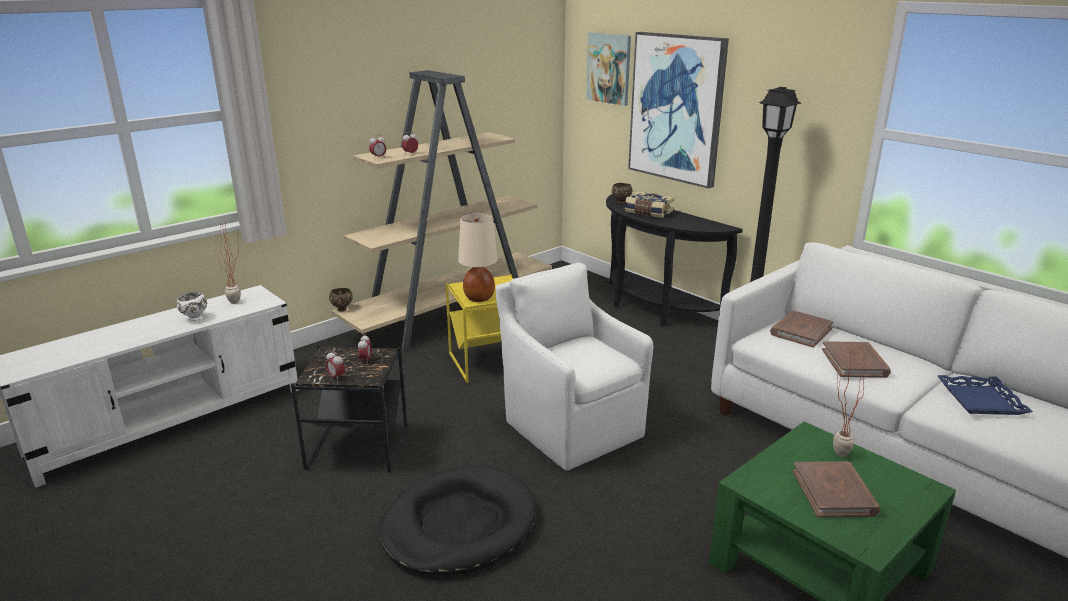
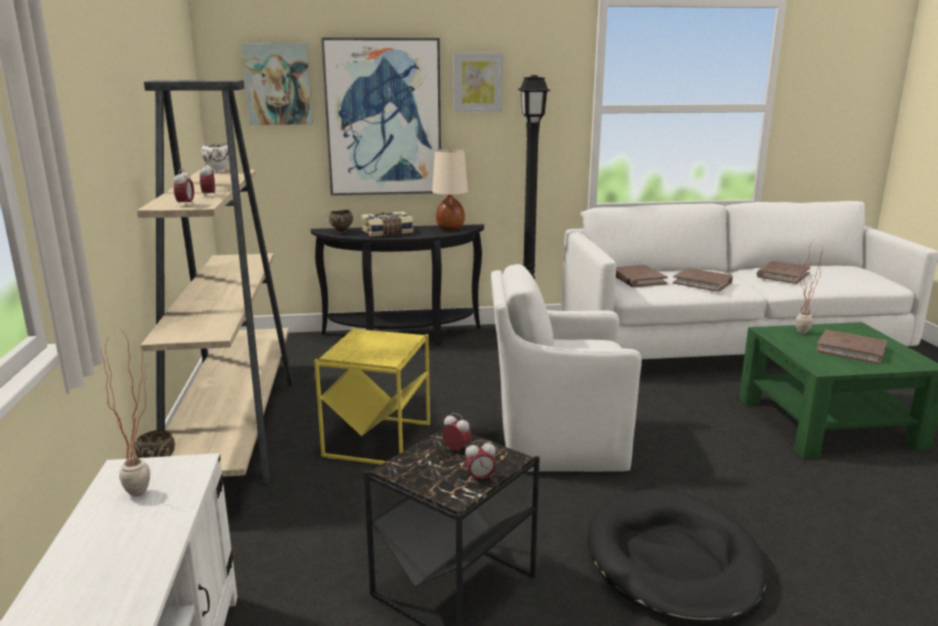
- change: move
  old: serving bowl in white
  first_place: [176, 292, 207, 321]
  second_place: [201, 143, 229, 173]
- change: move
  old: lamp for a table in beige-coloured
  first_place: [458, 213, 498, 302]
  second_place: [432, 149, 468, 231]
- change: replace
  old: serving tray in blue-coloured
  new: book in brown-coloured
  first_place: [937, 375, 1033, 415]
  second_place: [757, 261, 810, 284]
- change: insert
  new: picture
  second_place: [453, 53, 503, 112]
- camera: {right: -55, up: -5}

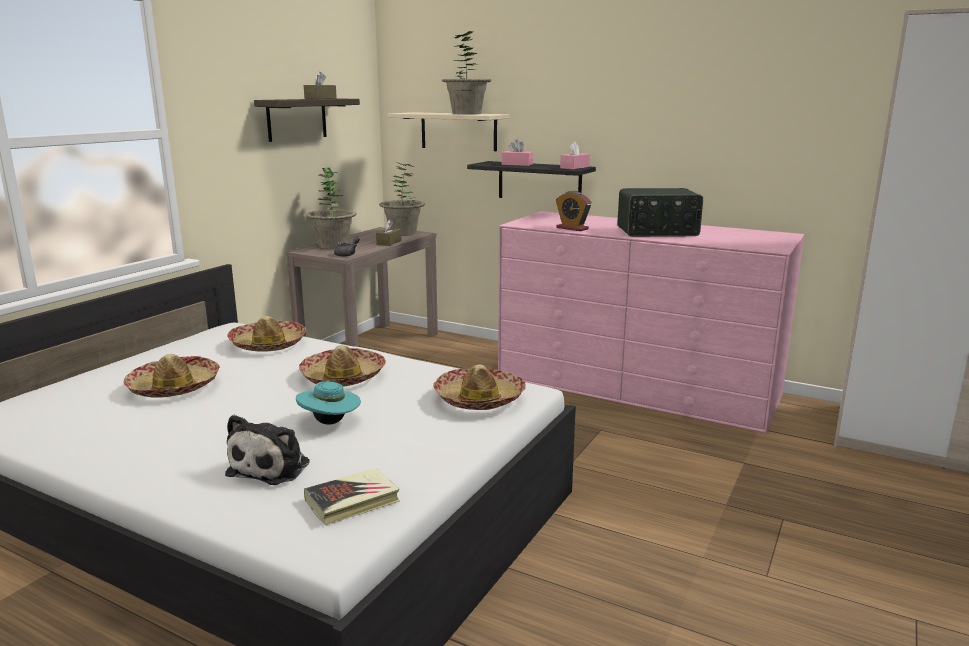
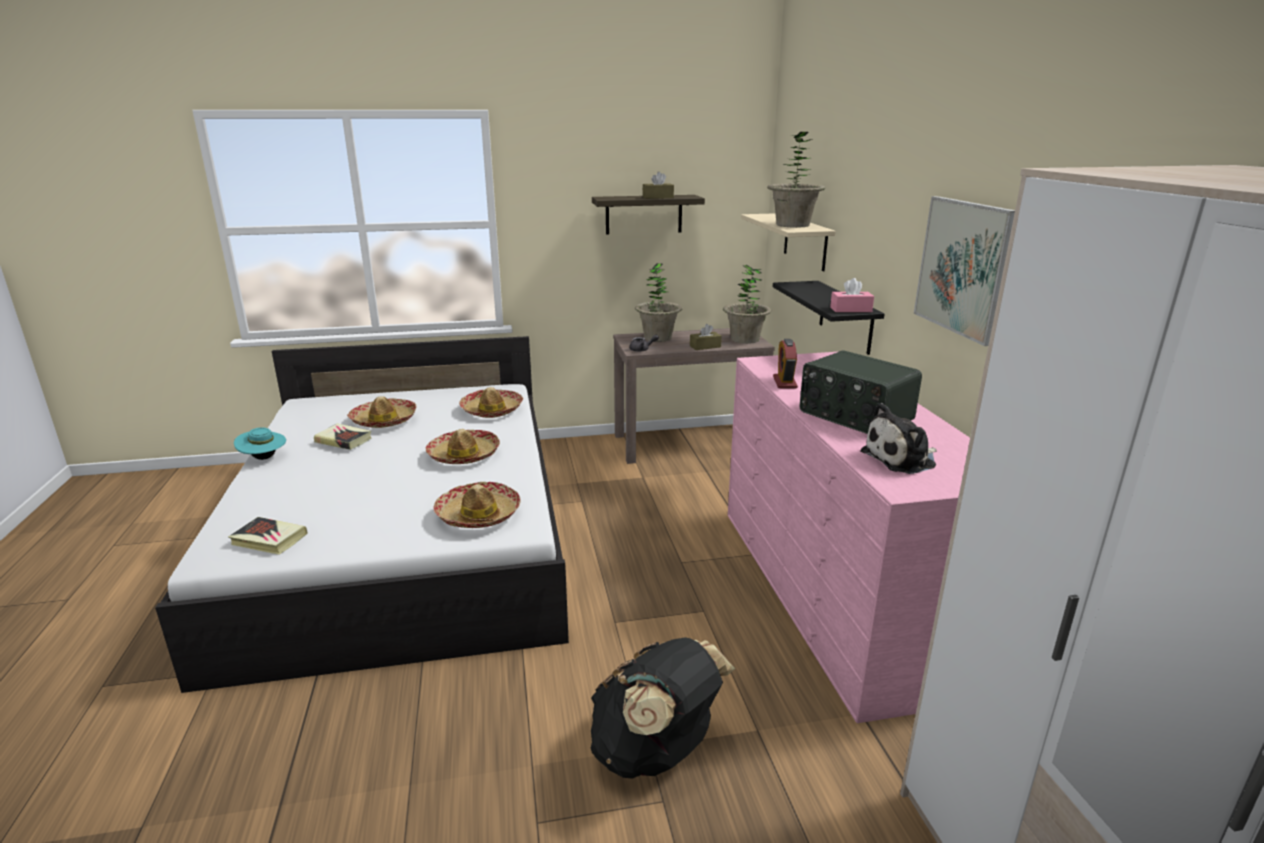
- change: move
  old: plush toy
  first_place: [225, 415, 310, 485]
  second_place: [860, 403, 937, 474]
- change: move
  old: wearable hat in turquoise-coloured
  first_place: [296, 381, 361, 425]
  second_place: [234, 427, 286, 460]
- change: delete
  old: tissue holder in pink-coloured
  first_place: [501, 140, 533, 166]
- change: insert
  new: book
  second_place: [314, 423, 372, 450]
- change: insert
  new: rucksack in blackish
  second_place: [591, 637, 735, 779]
- change: insert
  new: picture
  second_place: [914, 196, 1015, 346]
- camera: {right: 50, up: 5}

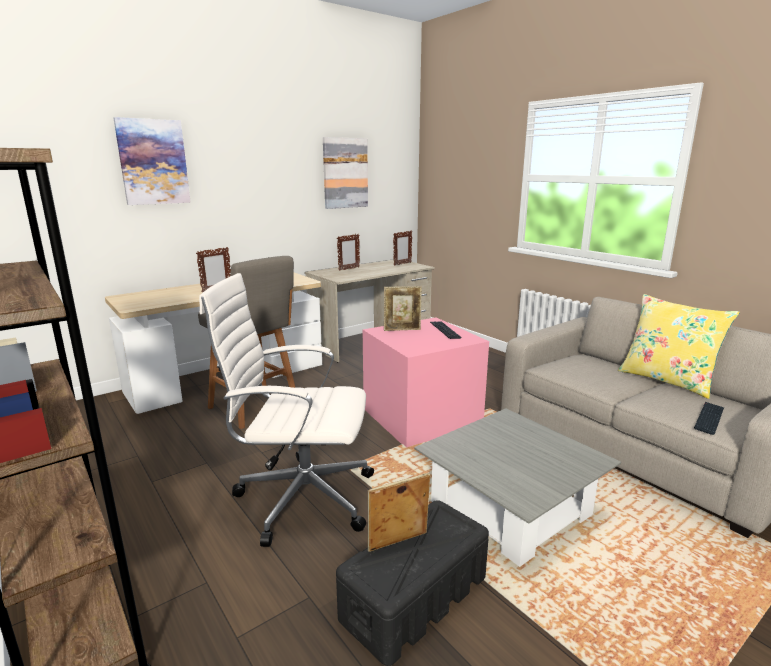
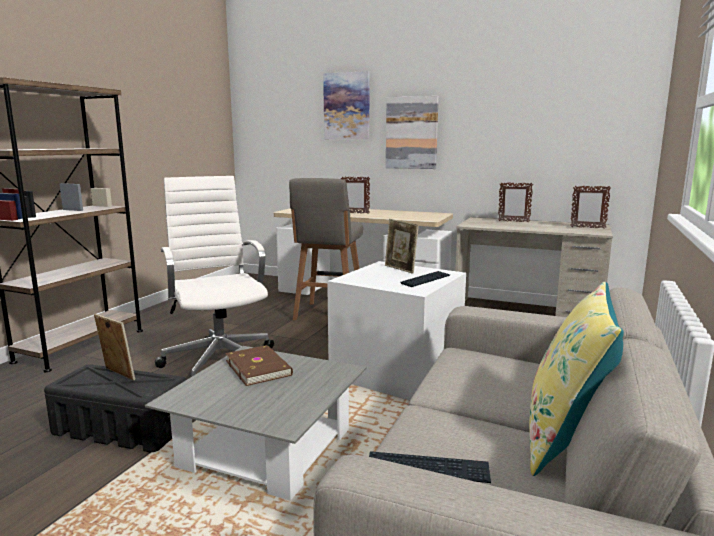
- change: move
  old: picture
  first_place: [323, 137, 368, 209]
  second_place: [386, 96, 439, 169]
- change: recolor
  old: storage container in pink-coloured
  new: storage container in white
  first_place: [363, 317, 489, 447]
  second_place: [327, 261, 466, 400]
- change: insert
  new: book in brown-coloured
  second_place: [226, 345, 293, 386]
- camera: {right: 60, up: -5}

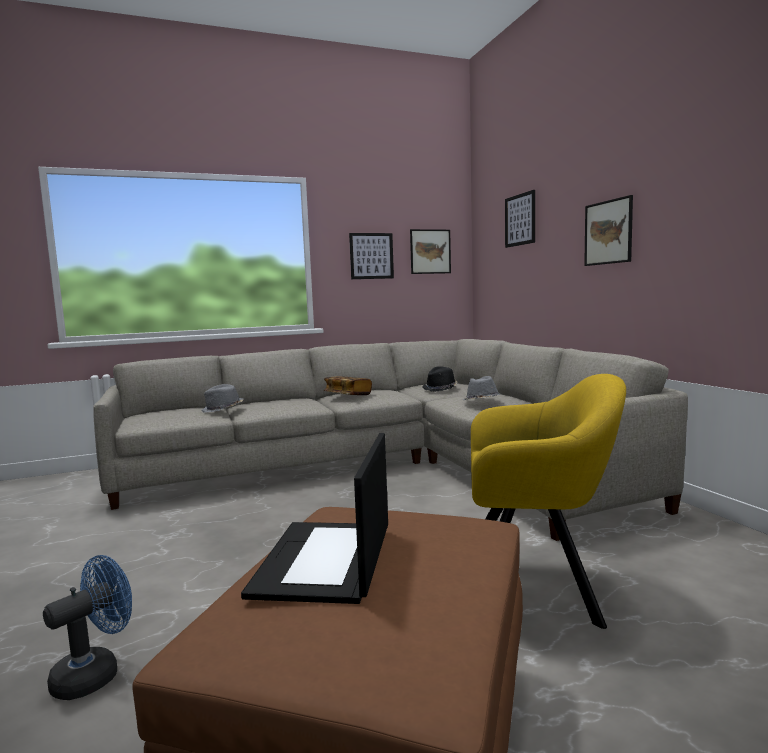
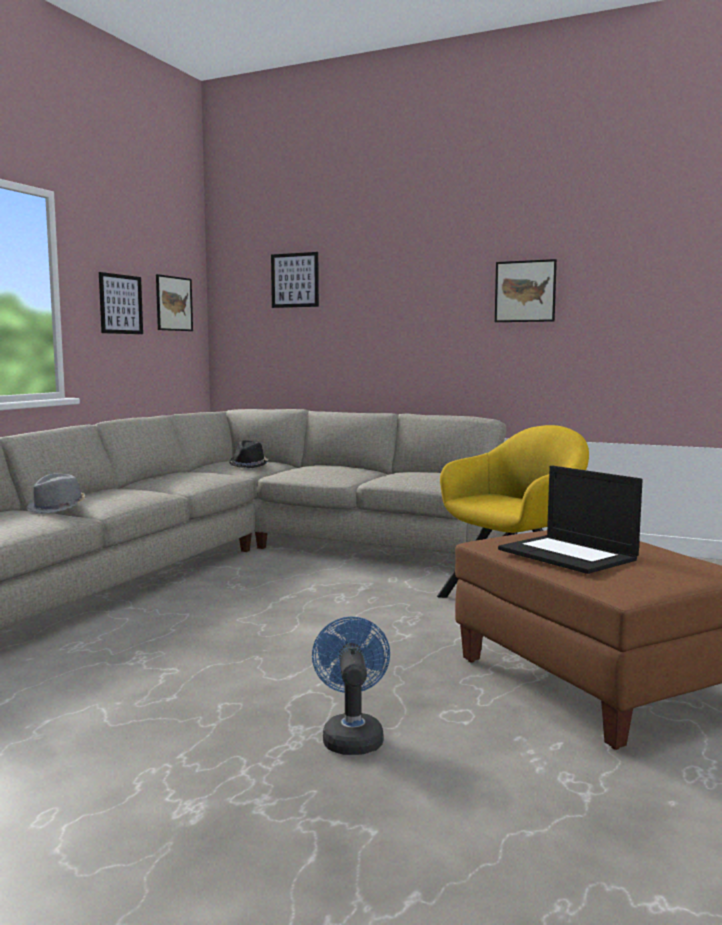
- change: delete
  old: book
  first_place: [324, 376, 372, 395]
- change: delete
  old: wearable hat in greyish
  first_place: [463, 376, 502, 400]
- change: move
  old: picture
  first_place: [584, 195, 633, 266]
  second_place: [495, 259, 557, 322]
- camera: {right: -45, up: 0}

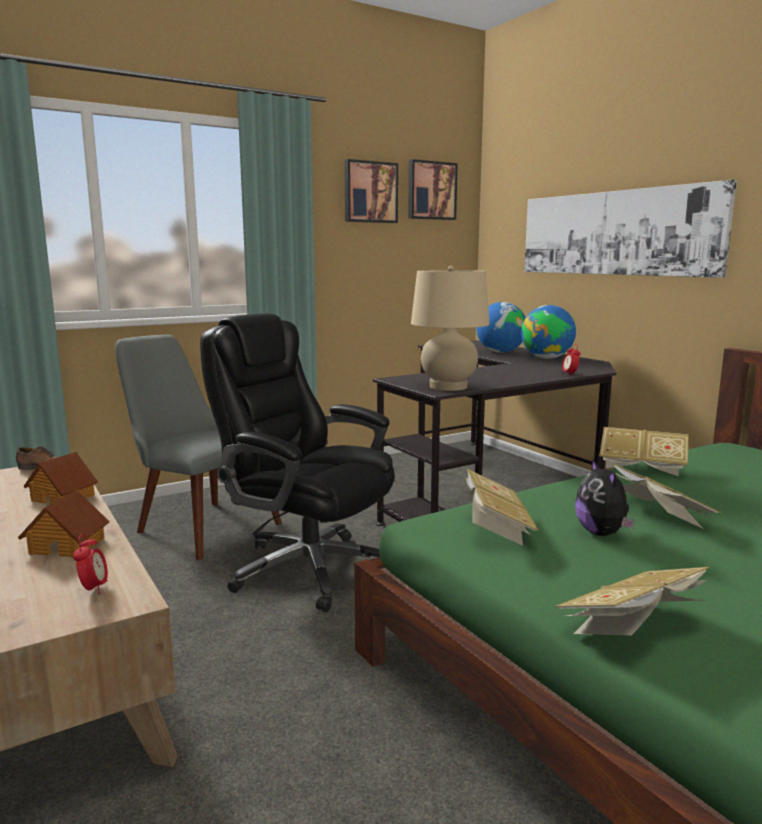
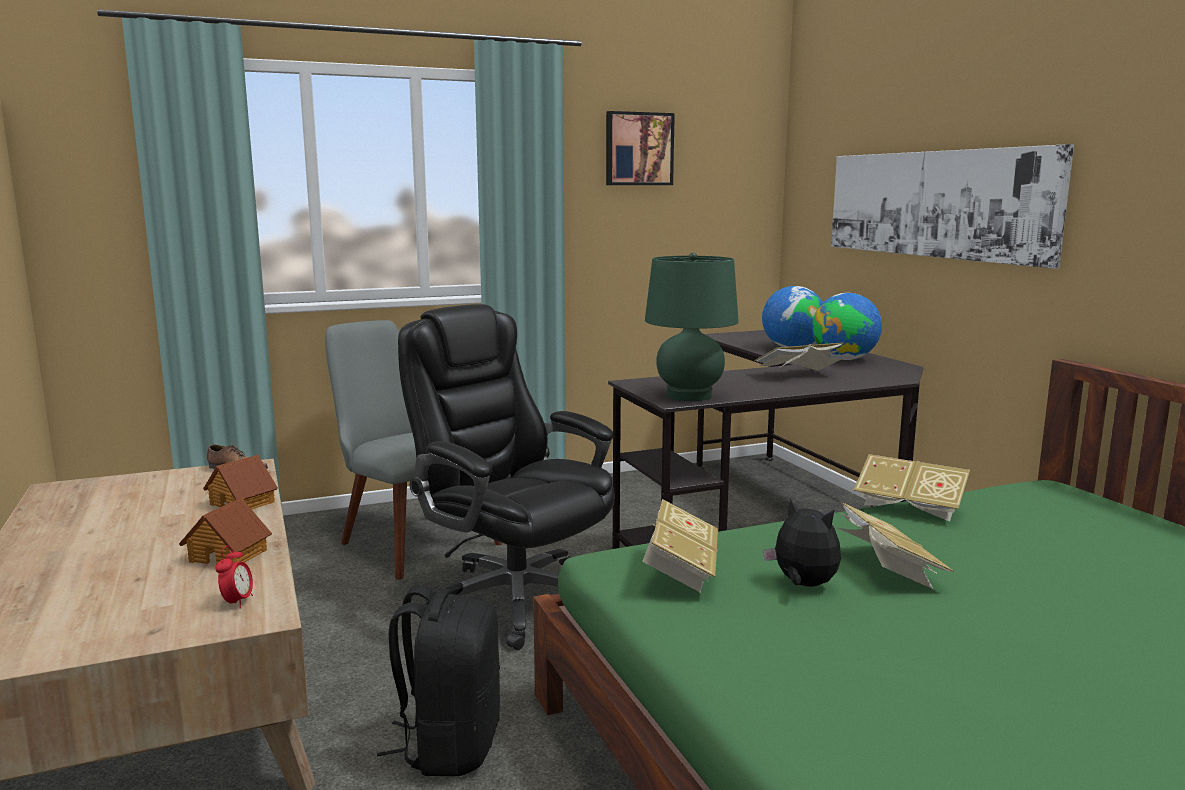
- change: delete
  old: picture
  first_place: [408, 159, 458, 220]
- change: recolor
  old: lamp for a table in beige-coloured
  new: lamp for a table in greenish
  first_place: [411, 266, 490, 391]
  second_place: [645, 253, 739, 401]
- change: move
  old: book
  first_place: [555, 567, 709, 636]
  second_place: [754, 342, 844, 371]
- change: delete
  old: alarm clock
  first_place: [562, 344, 581, 376]
- change: rotate
  old: plush toy
  first_place: [575, 459, 635, 536]
  second_place: [763, 498, 841, 587]
  degrees: 135
- change: insert
  new: rucksack in blackish
  second_place: [377, 585, 500, 776]
- camera: {right: 10, up: 0}

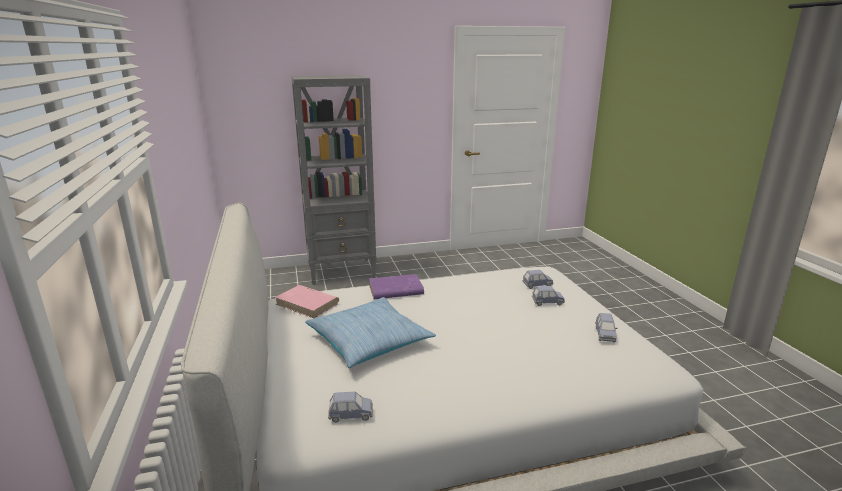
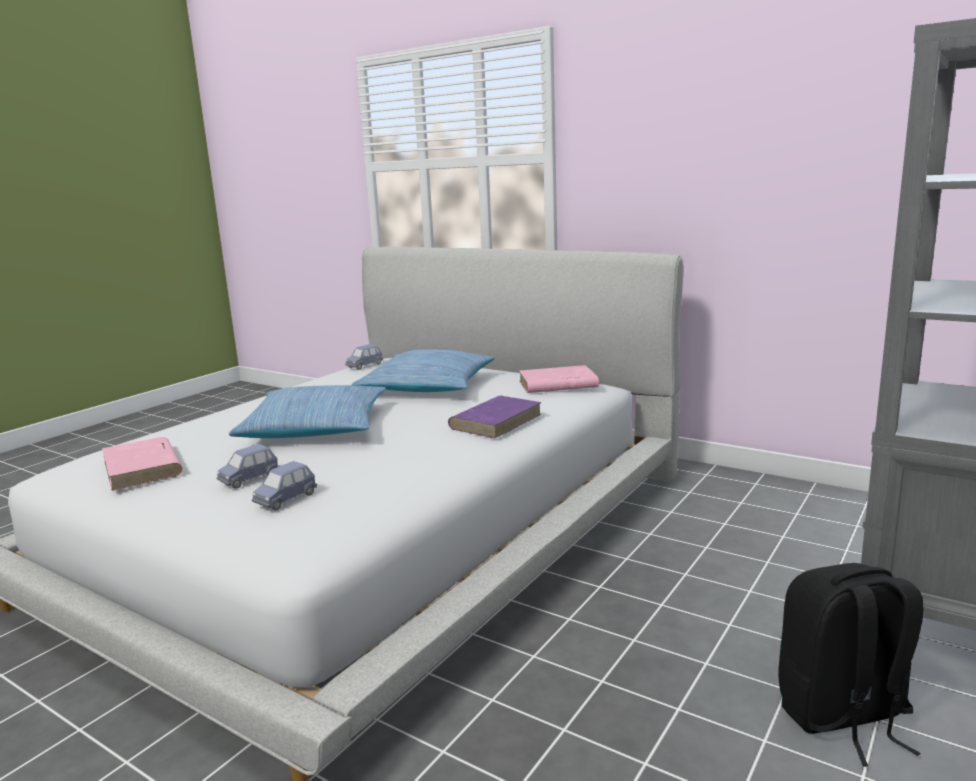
- change: replace
  old: model car in blue-coloured
  new: book in pink-coloured
  first_place: [595, 313, 617, 343]
  second_place: [102, 437, 183, 491]
- change: insert
  new: cushion
  second_place: [229, 385, 386, 438]
- change: insert
  new: rucksack in blackish
  second_place: [778, 563, 924, 767]
- camera: {right: 140, up: -5}

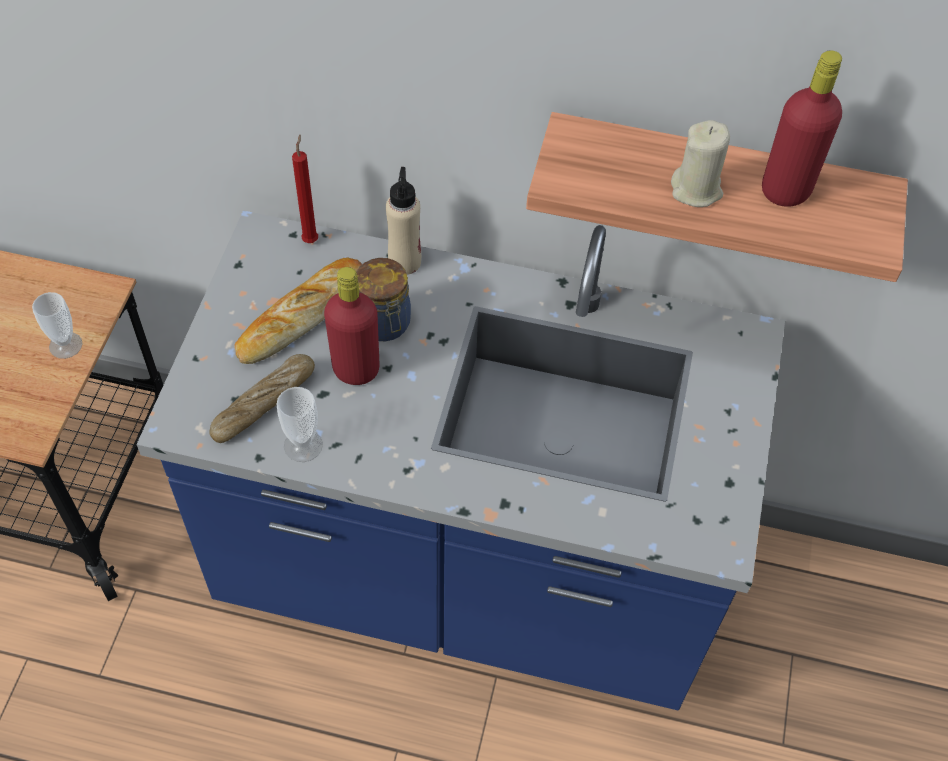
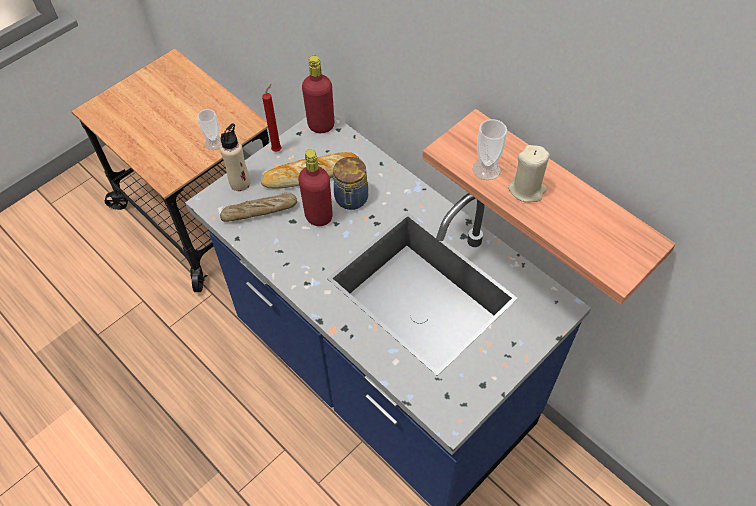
- change: move
  old: drinking cup
  first_place: [276, 387, 323, 462]
  second_place: [473, 119, 507, 180]
- change: move
  old: wax light in reddish
  first_place: [292, 135, 318, 243]
  second_place: [262, 84, 282, 152]
- change: move
  old: drink bottle in beige-coloured
  first_place: [386, 167, 421, 275]
  second_place: [220, 123, 250, 191]
- change: move
  old: drink bottle in reddish
  first_place: [762, 51, 842, 207]
  second_place: [302, 56, 335, 133]
- camera: {right: 35, up: 0}

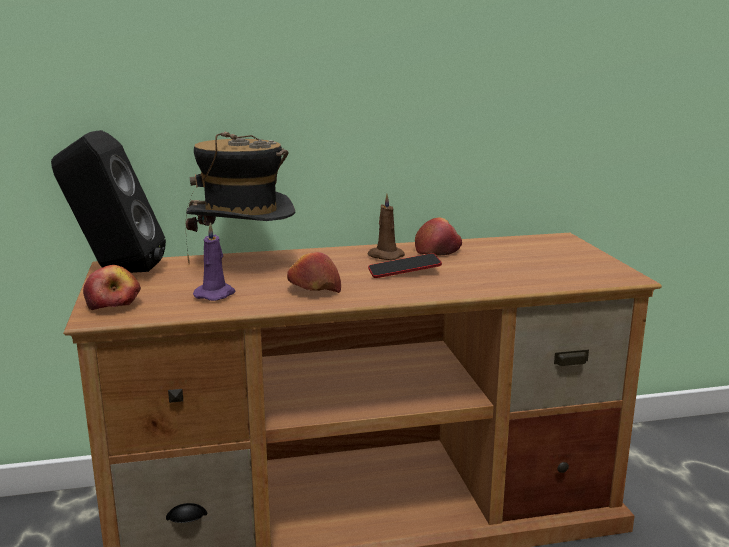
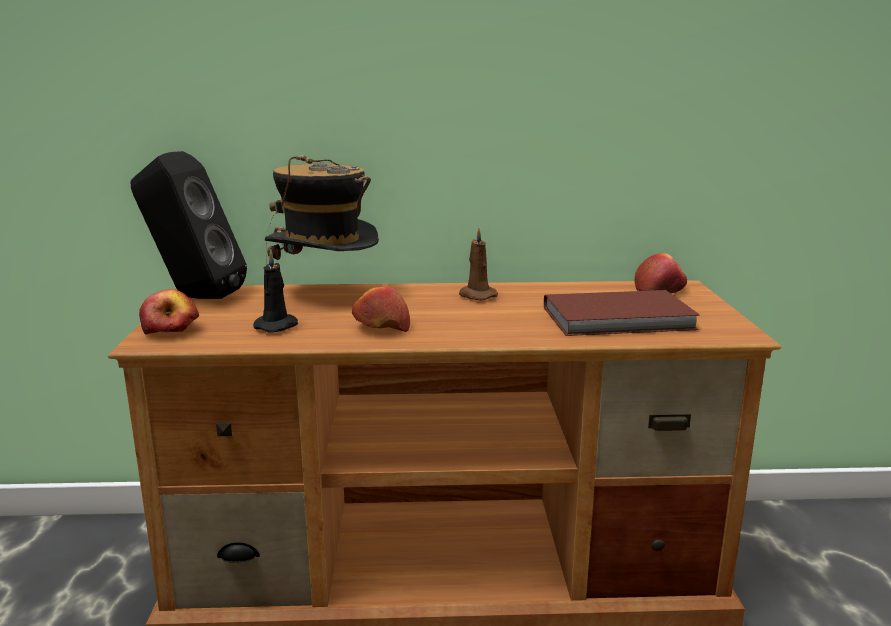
- change: recolor
  old: wax light in purplish
  new: wax light in blackish
  first_place: [193, 222, 235, 301]
  second_place: [253, 250, 298, 333]
- change: delete
  old: handset
  first_place: [368, 253, 442, 278]
- change: move
  old: apple
  first_place: [415, 217, 462, 256]
  second_place: [634, 253, 687, 293]
- change: insert
  new: book in brown-coloured
  second_place: [544, 290, 700, 336]
- camera: {right: 10, up: 0}

